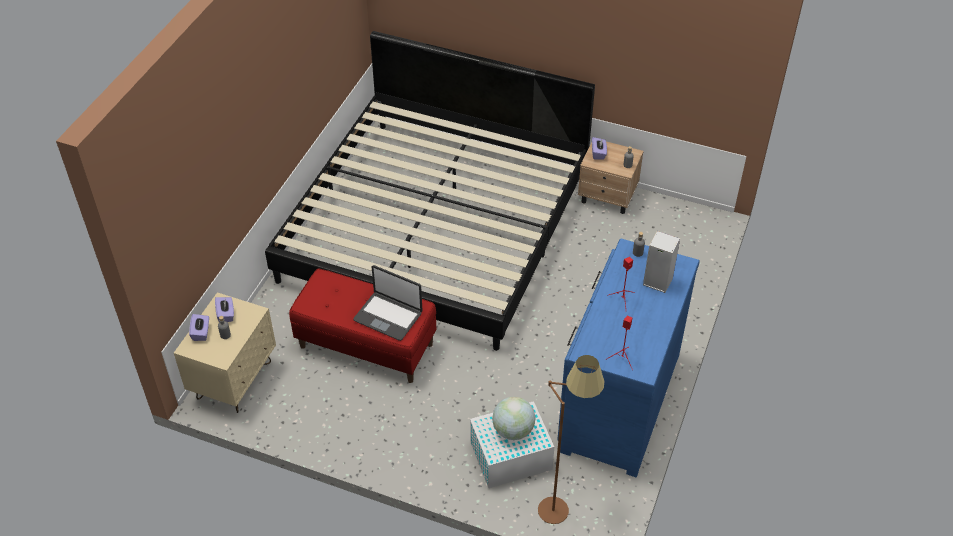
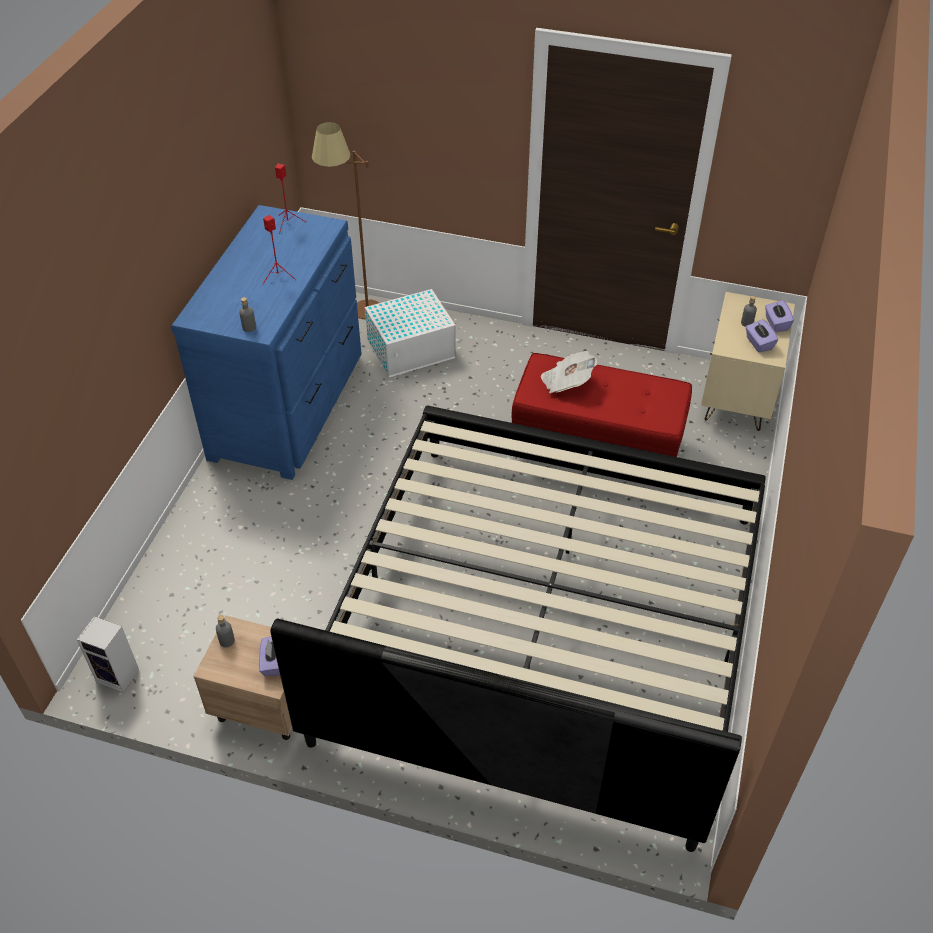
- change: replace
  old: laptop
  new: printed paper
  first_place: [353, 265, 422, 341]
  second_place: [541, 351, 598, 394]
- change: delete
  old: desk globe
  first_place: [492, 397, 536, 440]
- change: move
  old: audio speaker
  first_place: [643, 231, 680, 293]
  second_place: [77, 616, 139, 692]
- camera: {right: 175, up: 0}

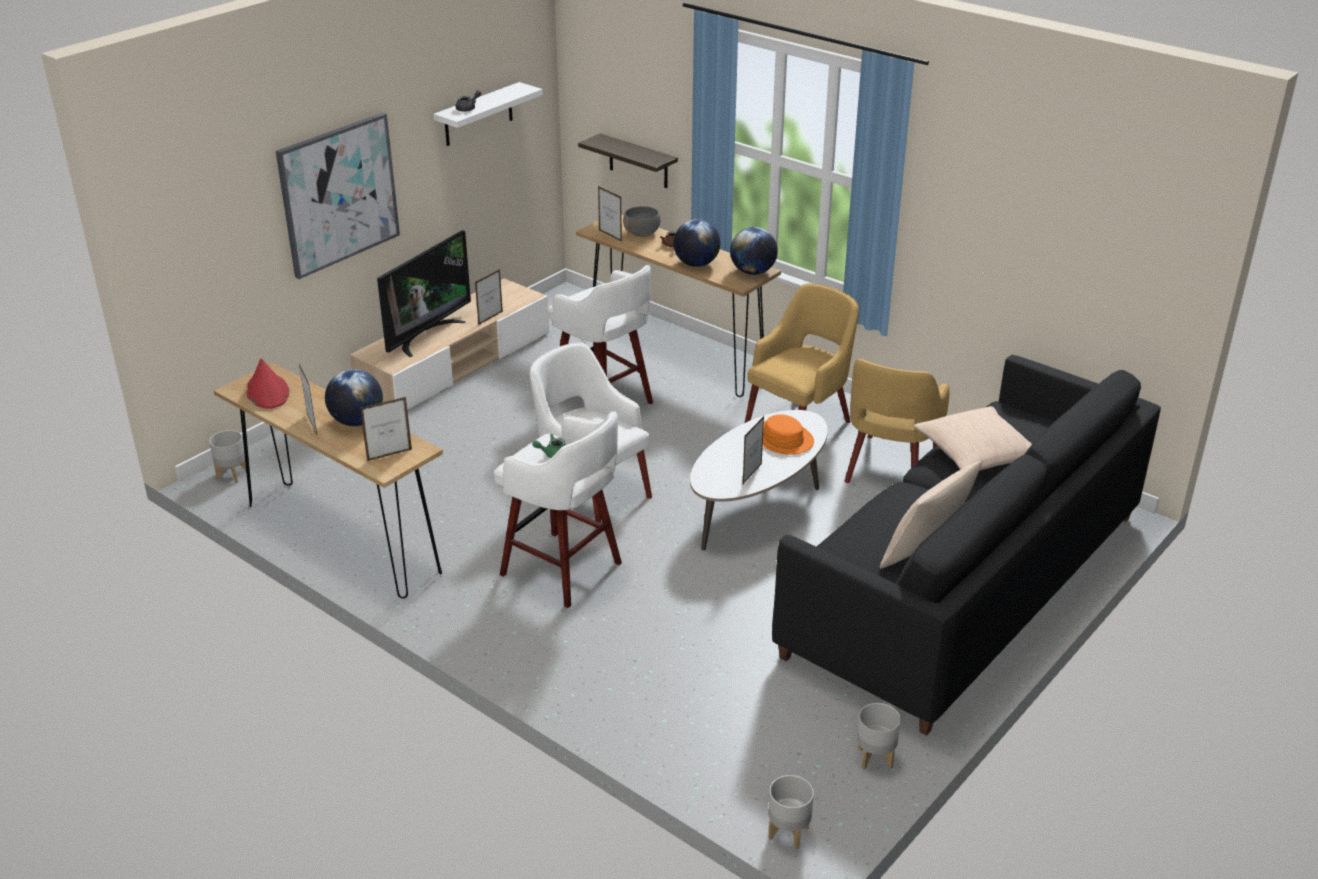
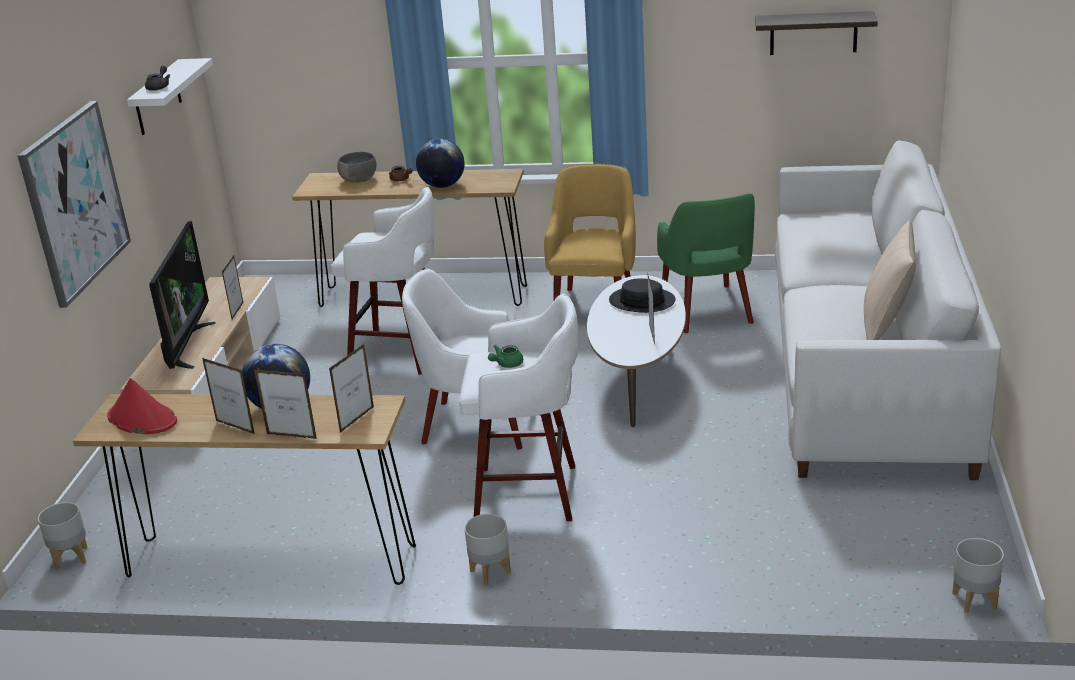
- change: move
  old: bracket shelf
  first_place: [578, 133, 678, 188]
  second_place: [755, 11, 878, 55]
- change: move
  old: photo frame
  first_place: [598, 186, 622, 242]
  second_place: [254, 370, 317, 439]
- change: delete
  old: desk globe
  first_place: [730, 227, 778, 275]
- change: recolor
  old: wearable hat in orange
  new: wearable hat in blackish
  first_place: [763, 414, 814, 455]
  second_place: [609, 279, 676, 313]
- change: recolor
  old: sofa in blackish
  new: sofa in white
  first_place: [772, 355, 1161, 736]
  second_place: [775, 140, 1001, 480]
- change: recolor
  old: easy chair in yellow
  new: easy chair in greenish
  first_place: [845, 359, 949, 483]
  second_place: [657, 193, 755, 333]
- change: move
  old: plant pot in greyish
  first_place: [857, 703, 901, 770]
  second_place: [464, 514, 511, 585]
- change: delete
  old: cushion in beige-coloured
  first_place: [914, 406, 1032, 471]
- camera: {right: -30, up: -5}

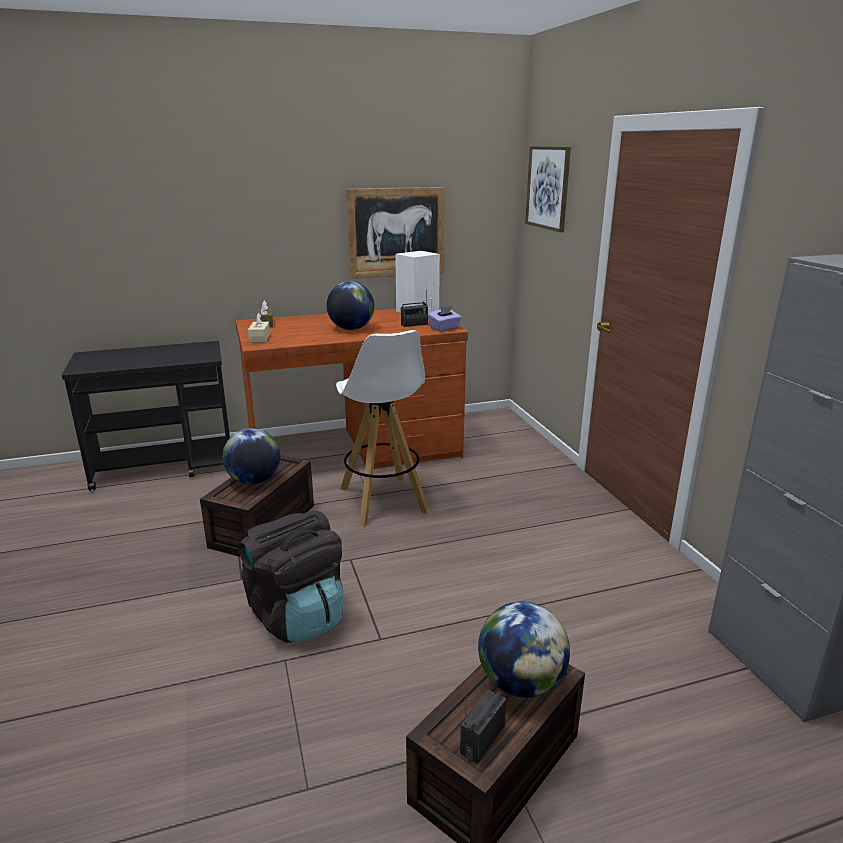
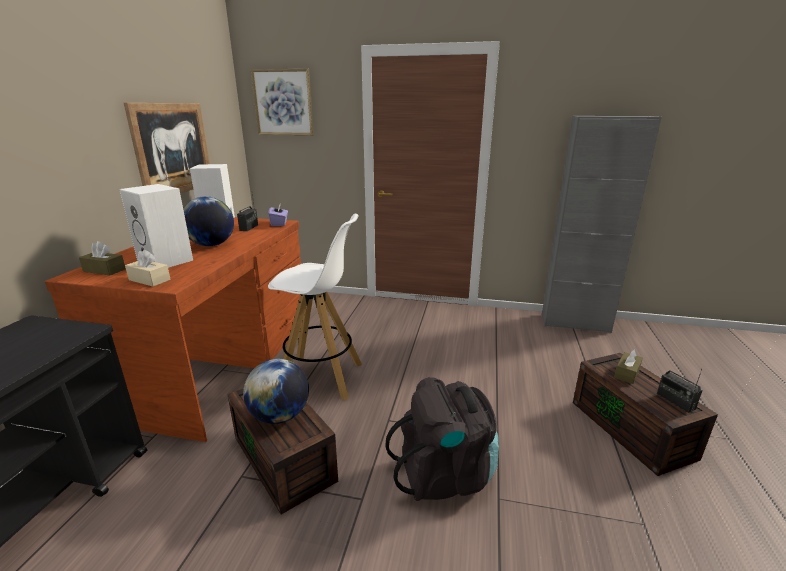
- change: replace
  old: desk globe
  new: tissue holder in brown-coloured
  first_place: [478, 602, 570, 698]
  second_place: [614, 349, 643, 384]
- change: insert
  new: audio speaker in white
  second_place: [119, 184, 193, 268]
- camera: {right: -60, up: 0}

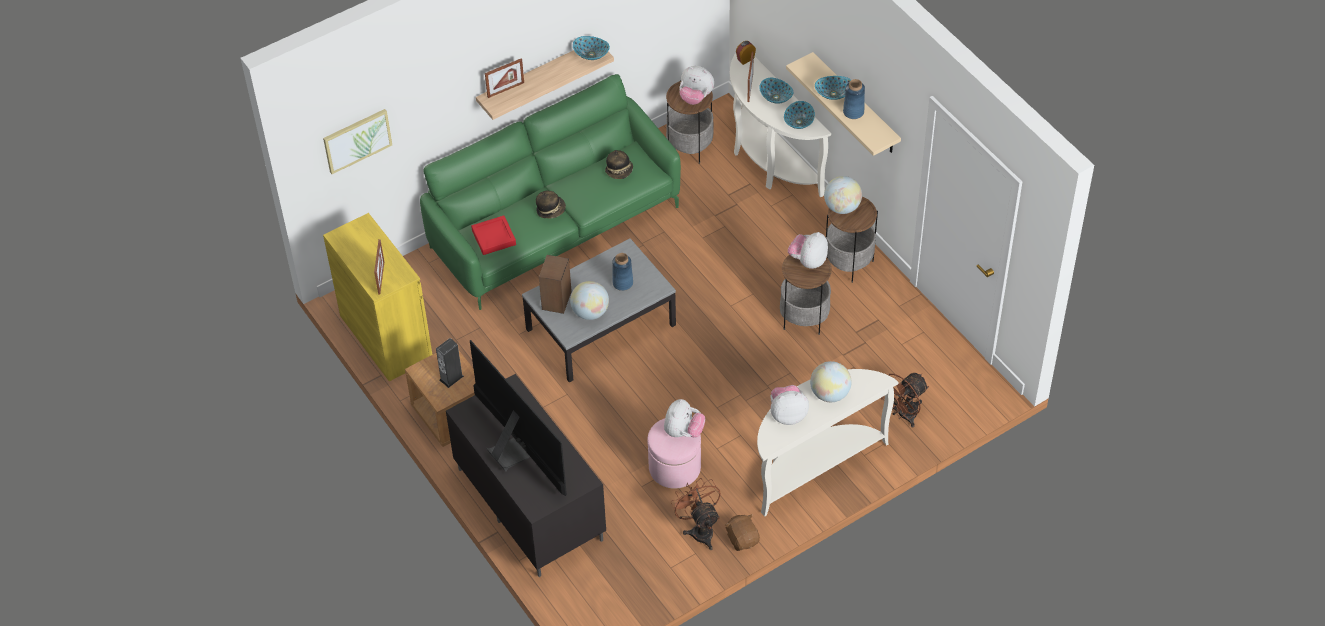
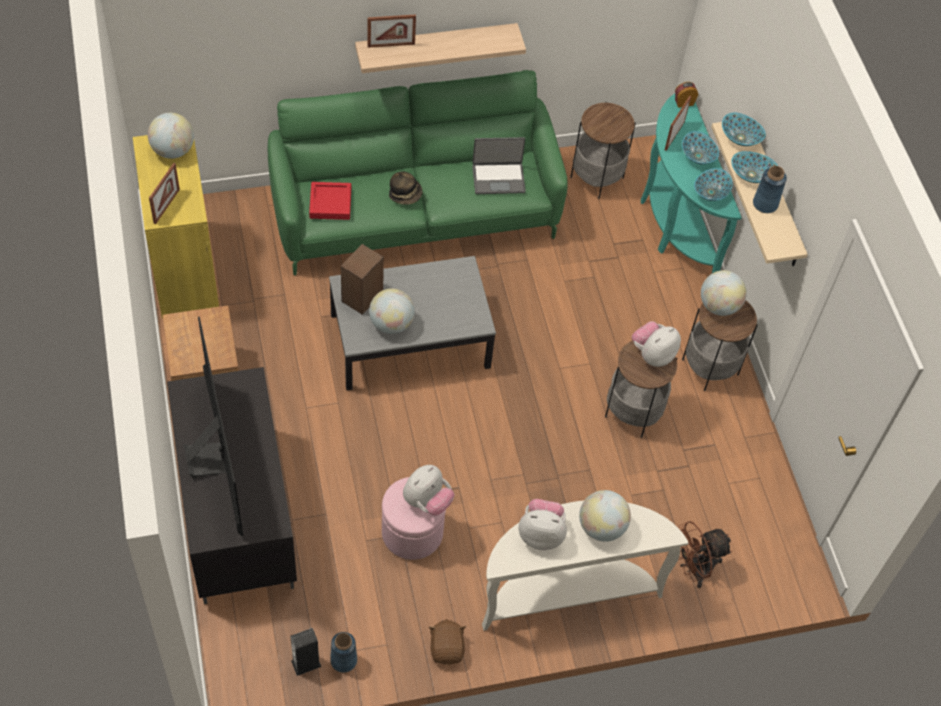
- change: delete
  old: picture
  first_place: [323, 109, 392, 174]
- change: move
  old: audio speaker
  first_place: [436, 338, 464, 388]
  second_place: [290, 628, 321, 676]
- change: move
  old: serving bowl
  first_place: [573, 36, 610, 60]
  second_place: [722, 112, 766, 146]
- change: replace
  old: wearable hat
  new: laptop
  first_place: [605, 150, 633, 179]
  second_place: [472, 137, 526, 194]
- change: move
  old: flower vase in blue-coloured
  first_place: [612, 253, 633, 291]
  second_place: [330, 632, 357, 673]
- change: delete
  old: fan in brown-coloured
  first_place: [671, 478, 721, 550]
- change: delete
  old: plush toy
  first_place: [679, 66, 714, 105]
- change: recolor
  old: console table in white
  new: console table in turquoise-coloured
  first_place: [730, 53, 831, 197]
  second_place: [641, 94, 742, 273]
- change: insert
  new: desk globe
  second_place: [148, 113, 194, 159]
- camera: {right: 15, up: 5}

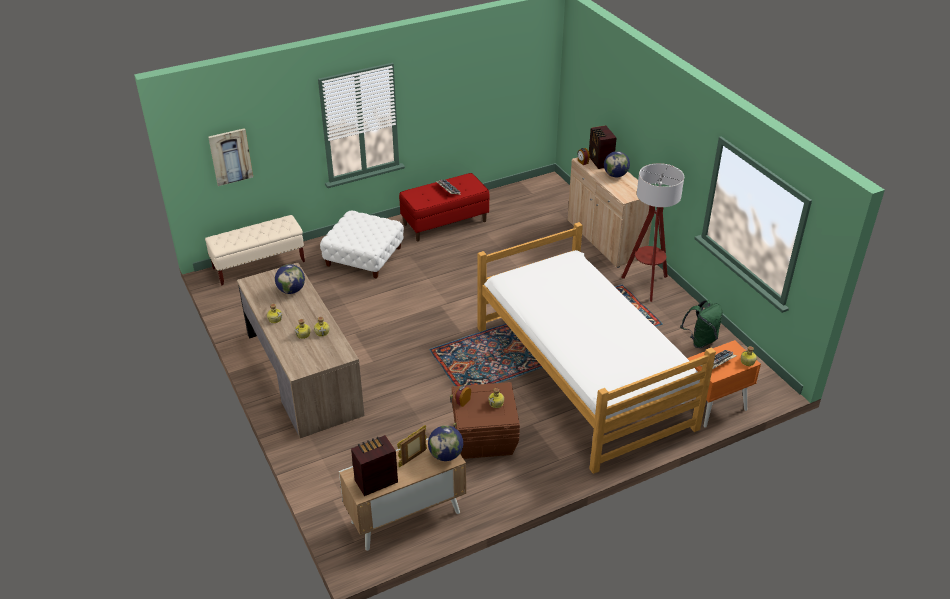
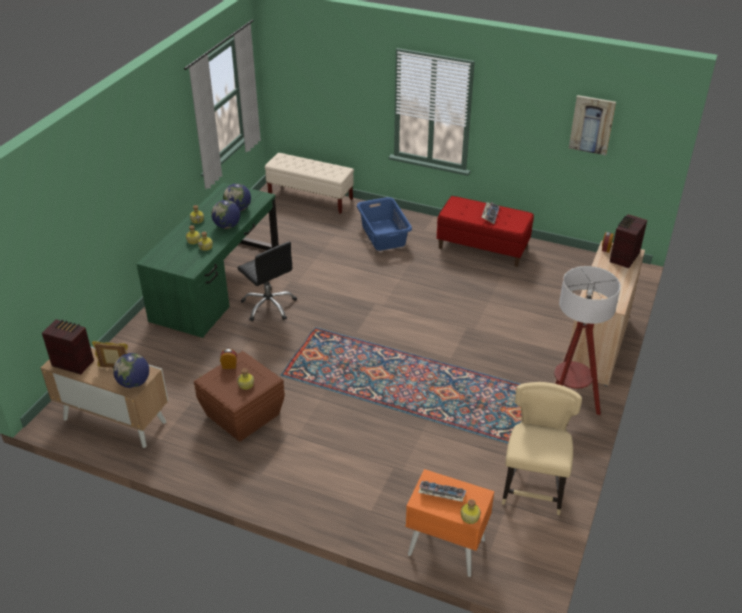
- change: move
  old: picture
  first_place: [208, 128, 253, 186]
  second_place: [569, 95, 616, 155]
- change: recolor
  old: desk in brown-coloured
  new: desk in greenish
  first_place: [237, 263, 364, 438]
  second_place: [137, 183, 279, 338]
- change: replace
  old: footrest in white
  new: washing basket in blue-coloured
  first_place: [320, 211, 404, 279]
  second_place: [357, 197, 412, 251]
- change: delete
  old: bed
  first_place: [477, 222, 716, 474]
- change: move
  old: desk globe
  first_place: [604, 151, 630, 177]
  second_place: [211, 200, 240, 229]
- change: replace
  old: rucksack in greenish
  new: plain chair in beige-coloured
  first_place: [680, 300, 722, 348]
  second_place: [502, 382, 582, 515]
- change: insert
  new: computer chair in blackish
  second_place: [238, 241, 297, 322]
- camera: {right: 50, up: 0}

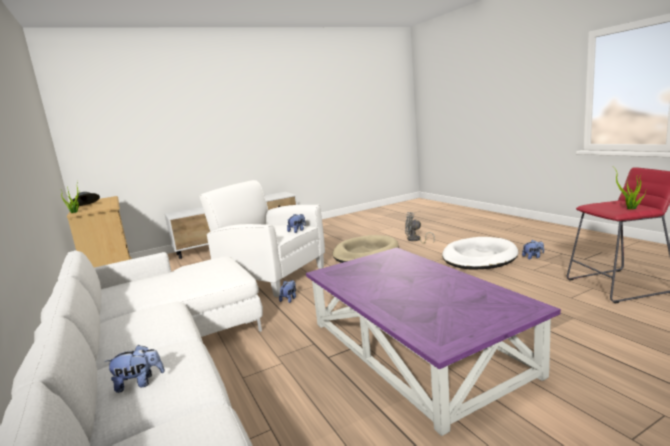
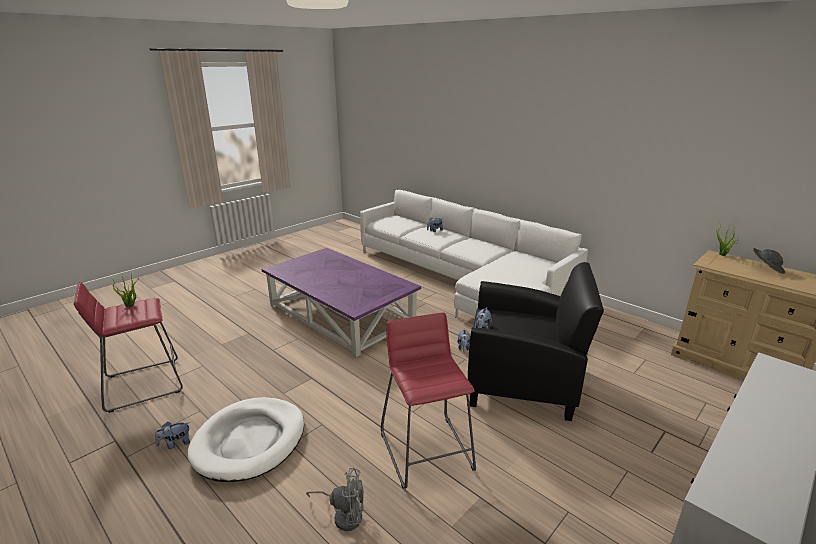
- change: recolor
  old: easy chair in white
  new: easy chair in blackish
  first_place: [199, 180, 325, 297]
  second_place: [468, 262, 604, 421]
- change: replace
  old: pet bed in beige-coloured
  new: stool in reddish
  first_place: [332, 235, 399, 263]
  second_place: [381, 313, 476, 489]
- camera: {right: 160, up: 10}

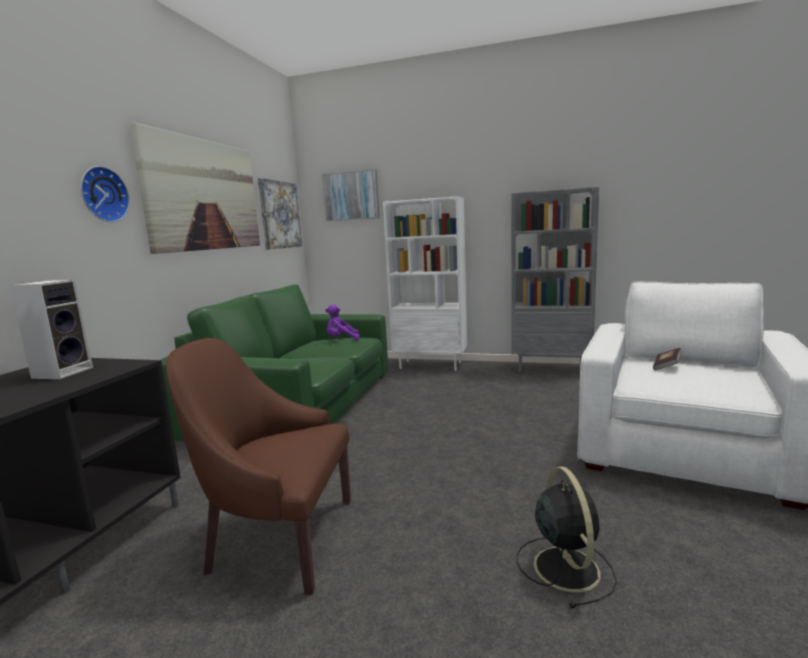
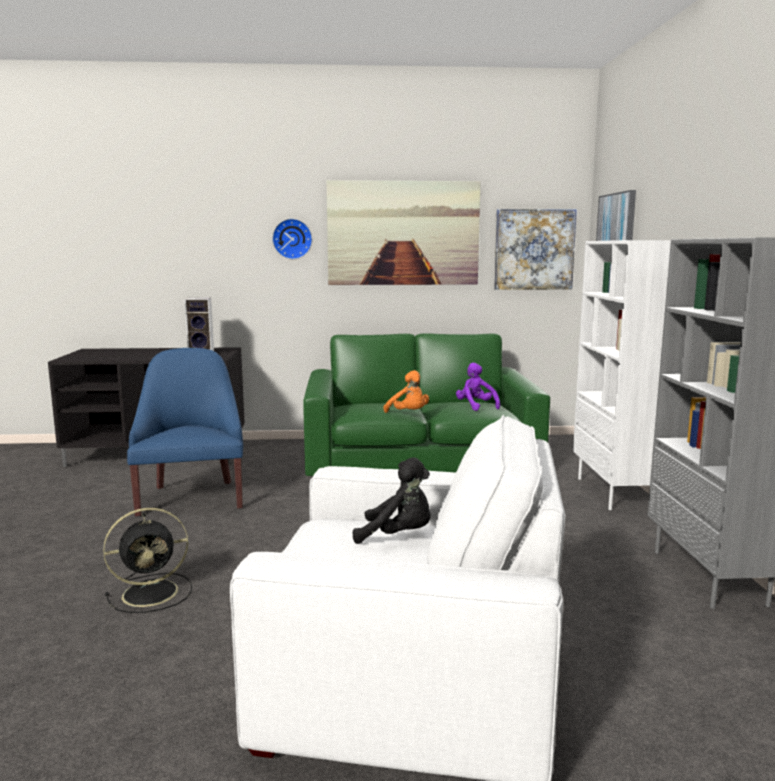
- change: recolor
  old: easy chair in brown-coloured
  new: easy chair in blue-coloured
  first_place: [166, 338, 351, 595]
  second_place: [127, 348, 243, 517]
- change: replace
  old: book
  new: plush toy in blackish
  first_place: [653, 348, 682, 370]
  second_place: [353, 458, 431, 544]
- change: insert
  new: plush toy in orange
  second_place: [384, 370, 429, 413]
- camera: {right: 70, up: 0}

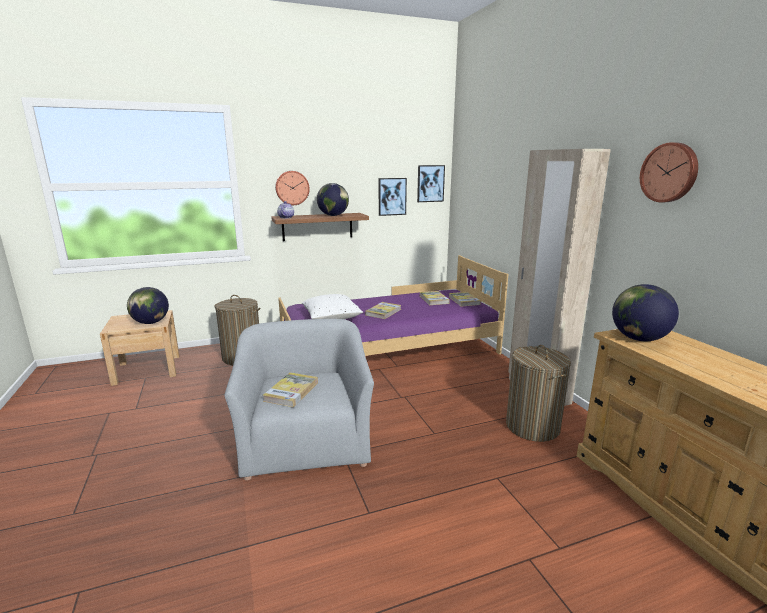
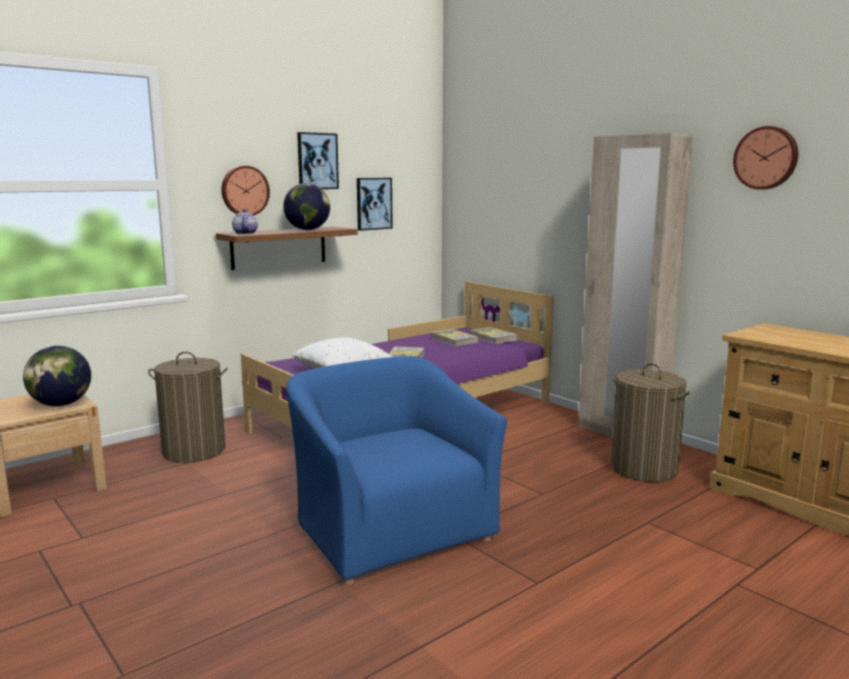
- change: recolor
  old: easy chair in greyish
  new: easy chair in blue-coloured
  first_place: [224, 319, 374, 480]
  second_place: [286, 356, 507, 585]
- change: delete
  old: book
  first_place: [263, 372, 318, 407]
- change: move
  old: picture
  first_place: [417, 165, 445, 202]
  second_place: [297, 132, 339, 189]
- change: delete
  old: desk globe
  first_place: [612, 284, 679, 341]
- camera: {right: -20, up: -5}

